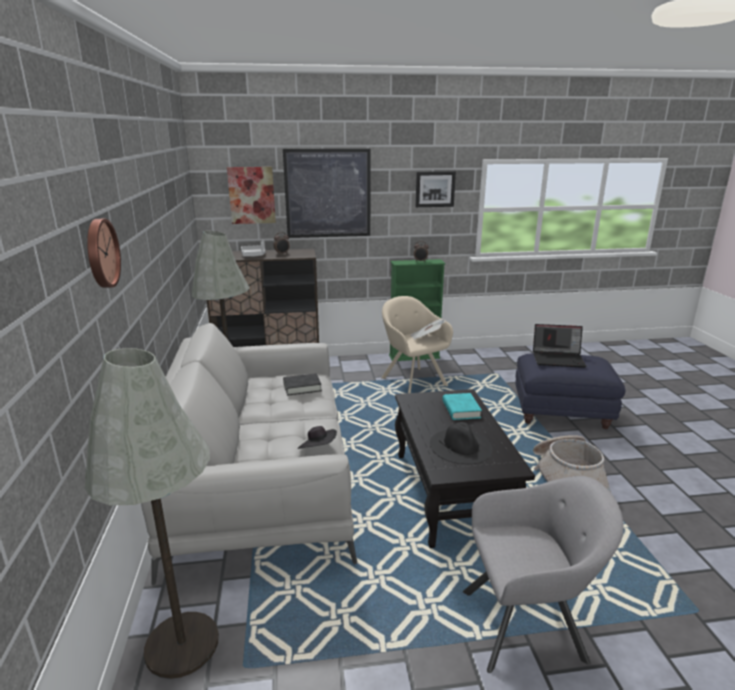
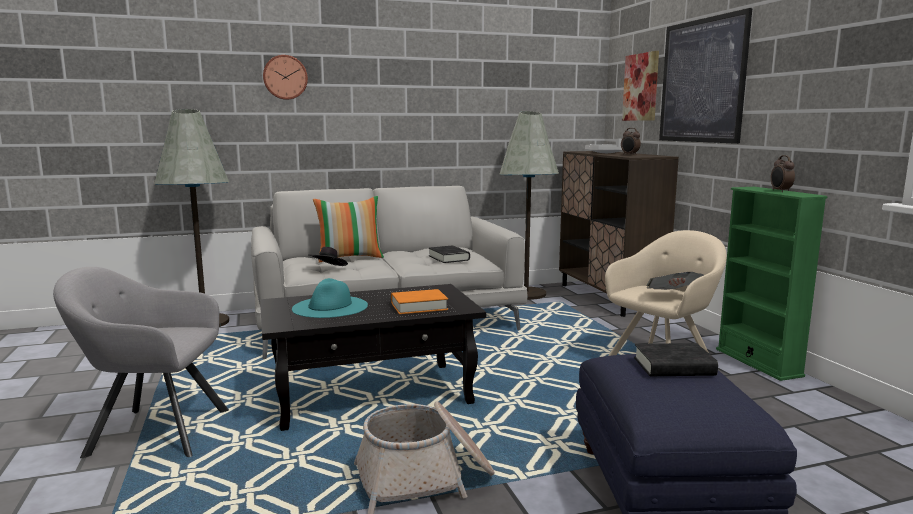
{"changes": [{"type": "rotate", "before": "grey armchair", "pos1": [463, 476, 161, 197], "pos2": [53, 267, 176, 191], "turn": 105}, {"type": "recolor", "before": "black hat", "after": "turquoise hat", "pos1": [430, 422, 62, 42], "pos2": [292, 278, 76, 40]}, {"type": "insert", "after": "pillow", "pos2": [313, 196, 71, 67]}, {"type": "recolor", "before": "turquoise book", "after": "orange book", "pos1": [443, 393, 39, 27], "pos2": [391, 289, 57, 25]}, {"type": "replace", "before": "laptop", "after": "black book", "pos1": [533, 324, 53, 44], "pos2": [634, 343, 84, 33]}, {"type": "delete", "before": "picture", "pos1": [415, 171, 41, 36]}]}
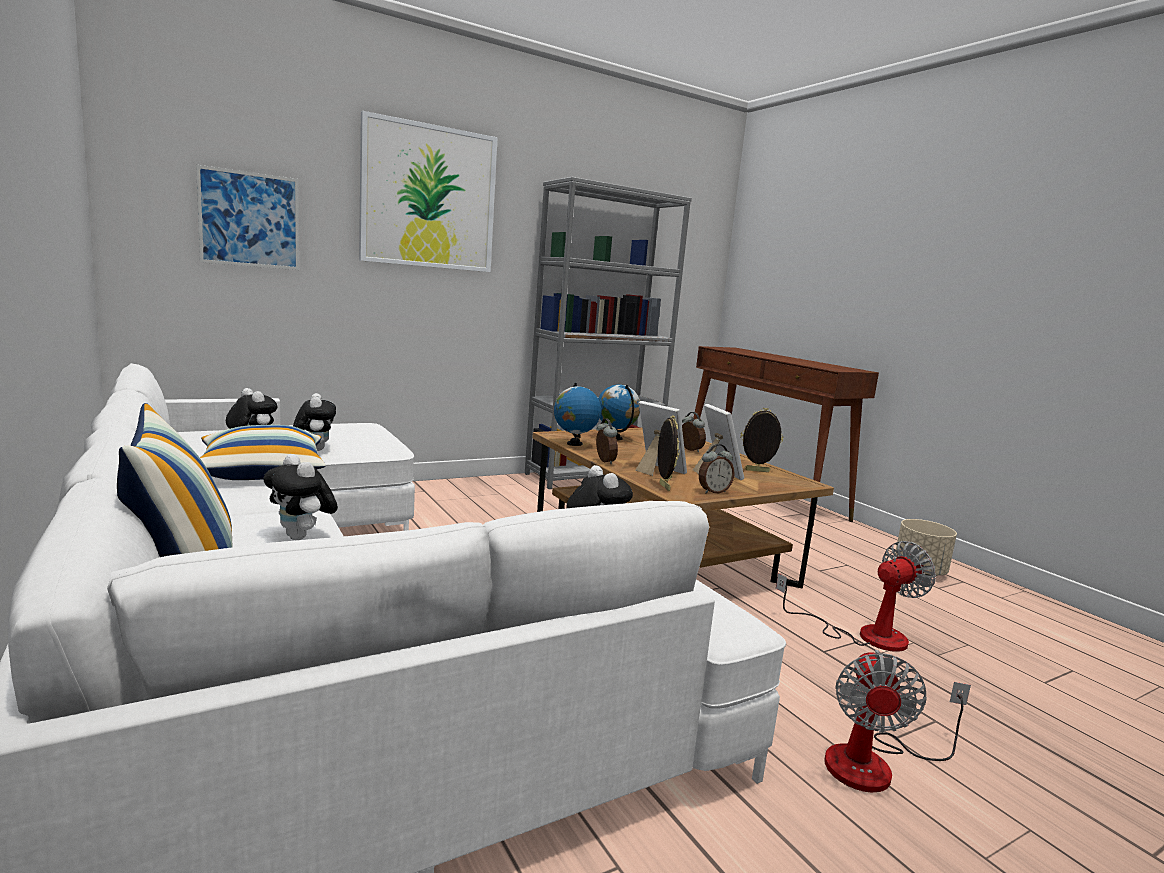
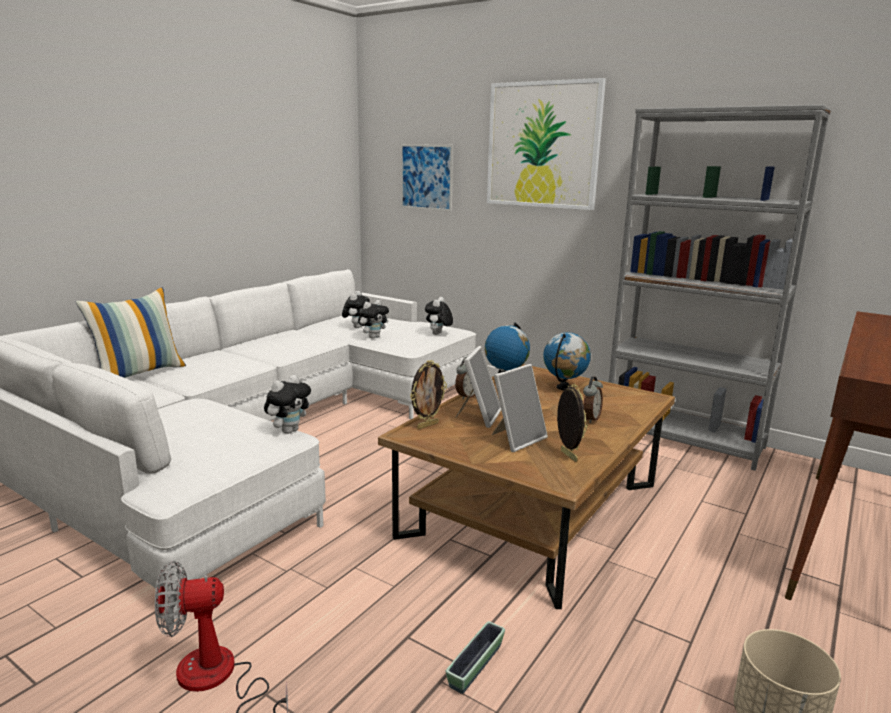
{"changes": [{"type": "move", "before": "plush toy", "pos1": [263, 454, 75, 86], "pos2": [425, 297, 28, 38]}, {"type": "replace", "before": "fan", "after": "planter", "pos1": [776, 541, 160, 111], "pos2": [446, 621, 59, 73]}, {"type": "delete", "before": "pillow", "pos1": [200, 425, 126, 55]}, {"type": "delete", "before": "alarm clock", "pos1": [699, 444, 36, 50]}]}
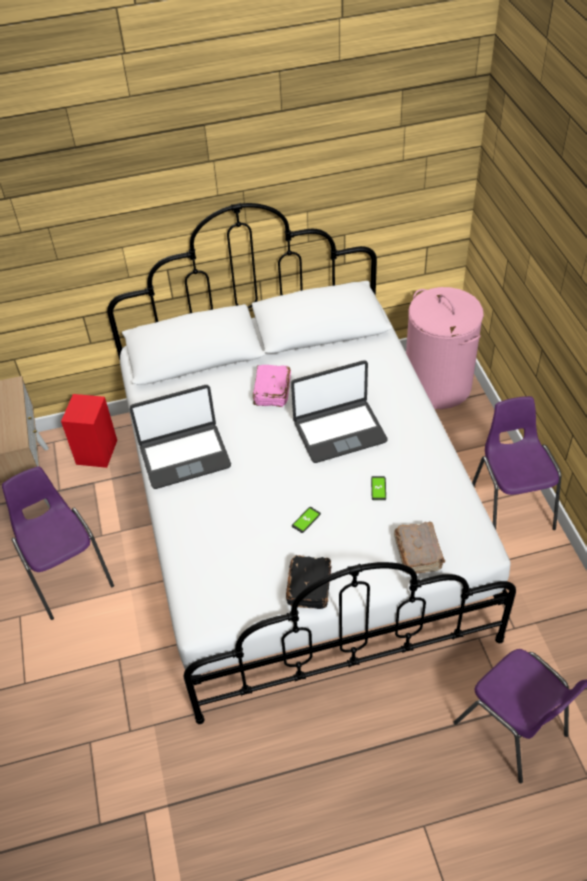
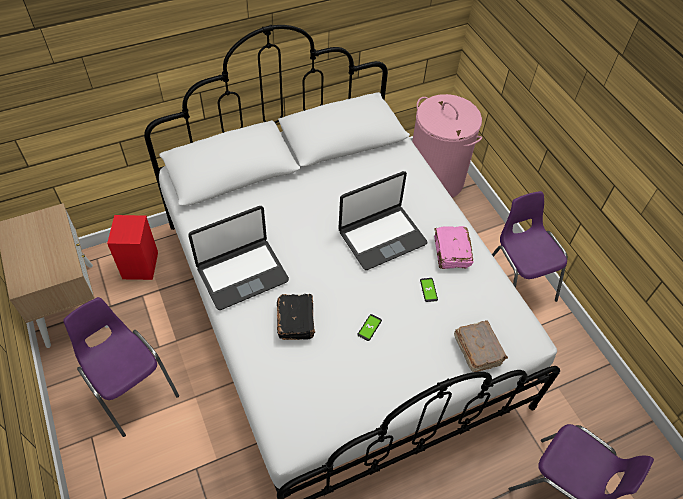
{"changes": [{"type": "move", "before": "black book", "pos1": [286, 555, 45, 54], "pos2": [277, 294, 38, 46]}, {"type": "move", "before": "pink book", "pos1": [253, 365, 38, 42], "pos2": [434, 226, 39, 43]}]}
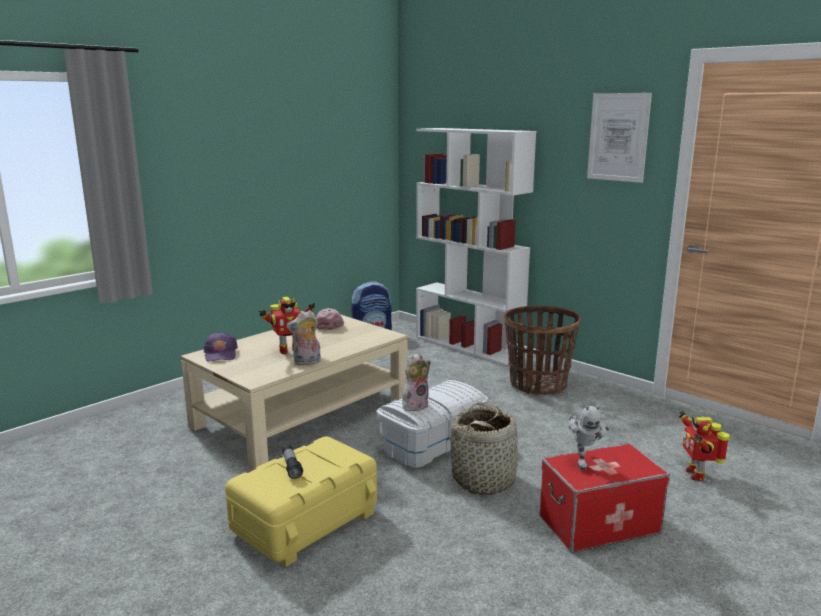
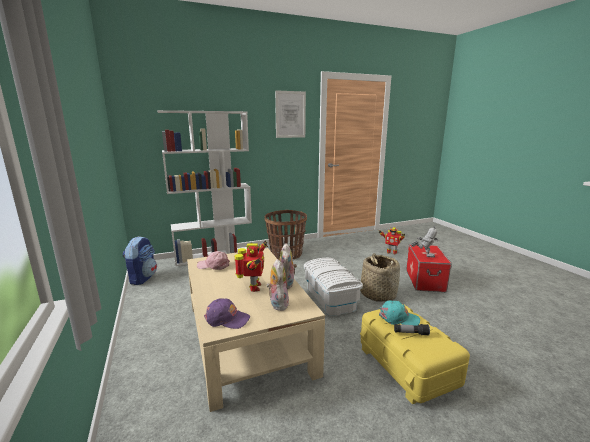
{"changes": [{"type": "move", "before": "plush toy", "pos1": [402, 353, 29, 58], "pos2": [267, 259, 22, 52]}, {"type": "insert", "after": "turquoise cap", "pos2": [379, 300, 41, 26]}]}
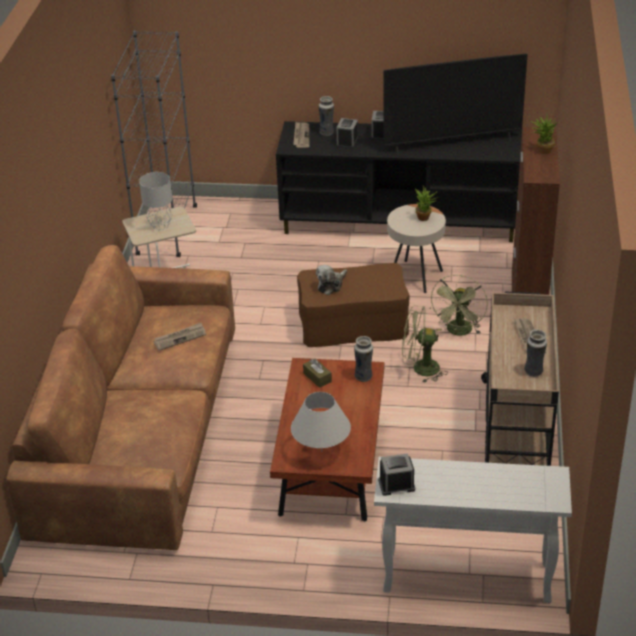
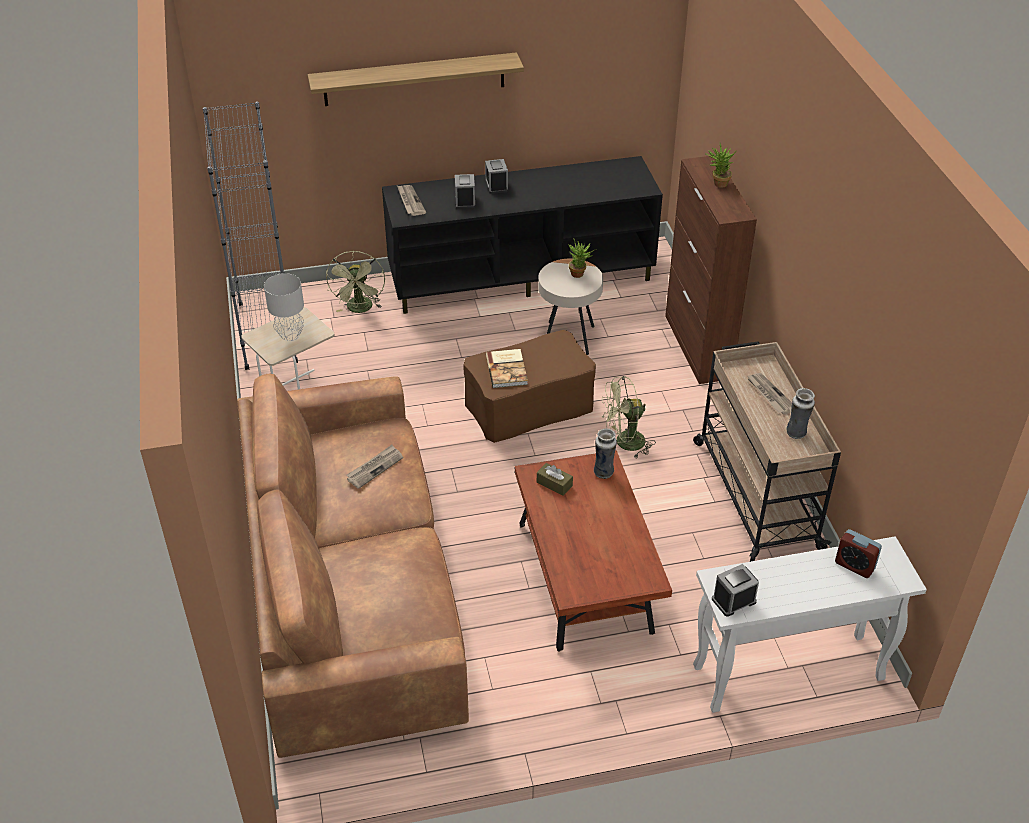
{"changes": [{"type": "insert", "after": "shelf", "pos2": [308, 52, 216, 54]}, {"type": "move", "before": "green fan", "pos1": [430, 275, 58, 60], "pos2": [326, 251, 59, 62]}, {"type": "replace", "before": "plush toy", "after": "book", "pos1": [316, 265, 31, 30], "pos2": [486, 349, 42, 39]}, {"type": "insert", "after": "alarm clock", "pos2": [835, 529, 47, 49]}, {"type": "delete", "before": "white table lamp", "pos1": [291, 392, 60, 60]}, {"type": "delete", "before": "vase", "pos1": [319, 96, 15, 40]}, {"type": "delete", "before": "television", "pos1": [384, 54, 144, 101]}]}
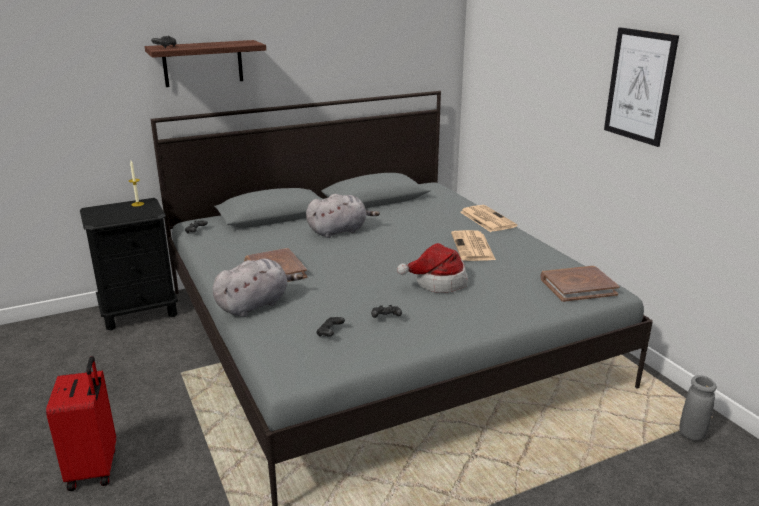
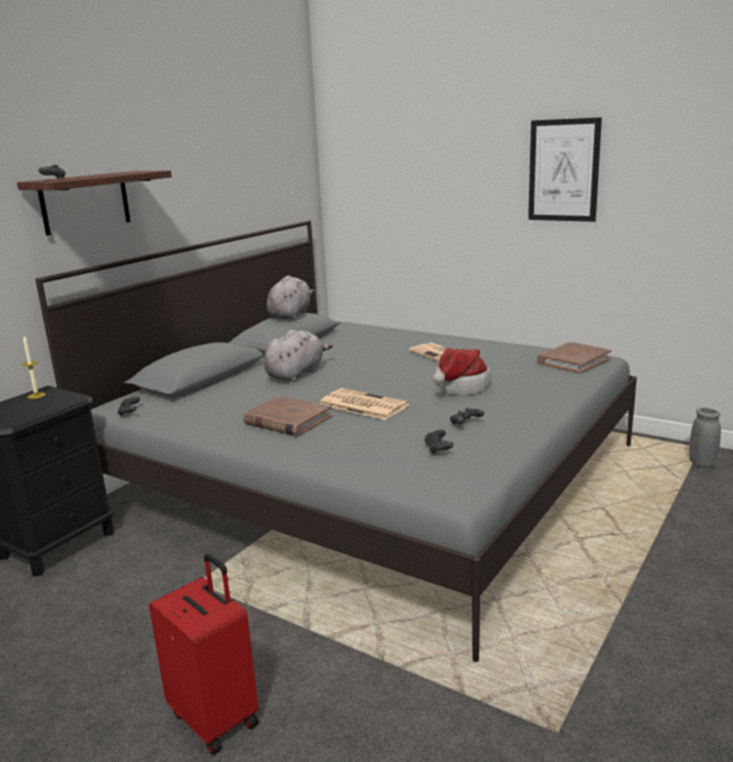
{"changes": [{"type": "move", "before": "grey plush toy", "pos1": [213, 258, 90, 59], "pos2": [267, 275, 48, 45]}, {"type": "move", "before": "newspaper", "pos1": [460, 205, 58, 27], "pos2": [320, 388, 89, 32]}]}
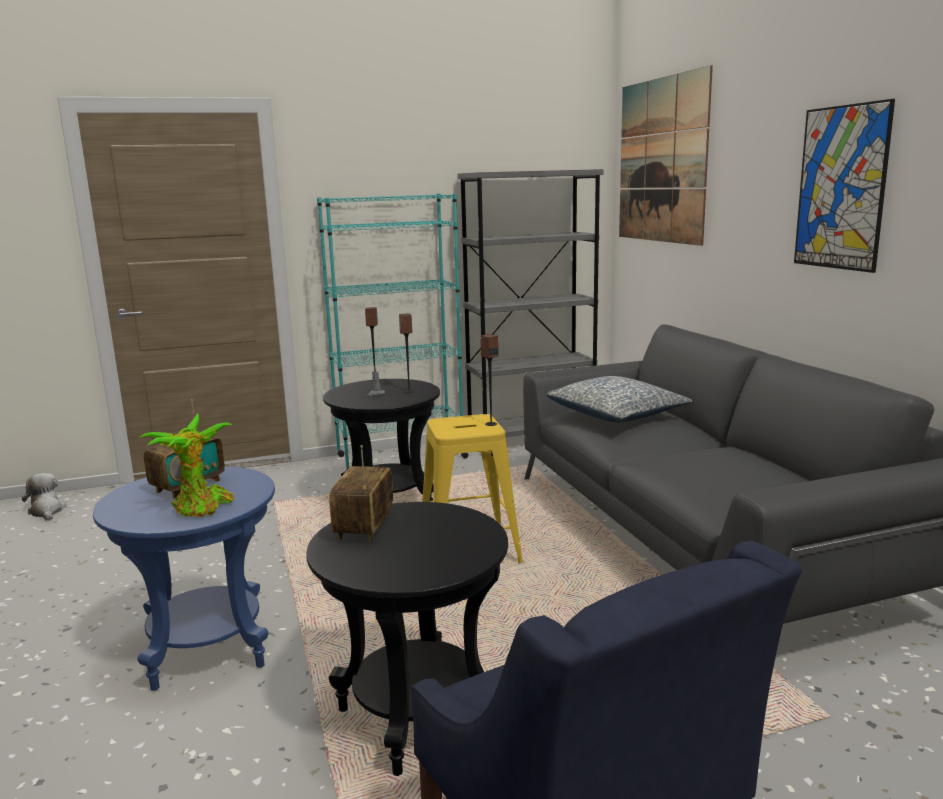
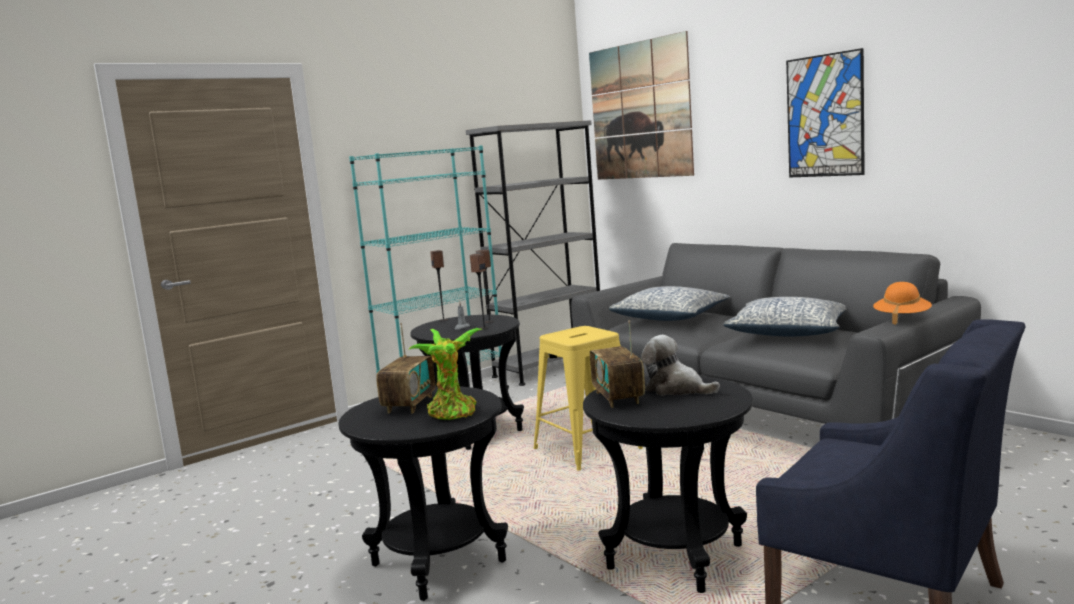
{"changes": [{"type": "recolor", "before": "blue side table", "after": "black side table", "pos1": [93, 466, 182, 225], "pos2": [338, 387, 170, 214]}, {"type": "move", "before": "speaker", "pos1": [480, 334, 18, 92], "pos2": [470, 253, 19, 77]}, {"type": "move", "before": "plush toy", "pos1": [22, 473, 44, 48], "pos2": [641, 335, 79, 60]}, {"type": "insert", "after": "pillow", "pos2": [723, 297, 124, 40]}, {"type": "insert", "after": "orange hat", "pos2": [873, 282, 59, 43]}]}
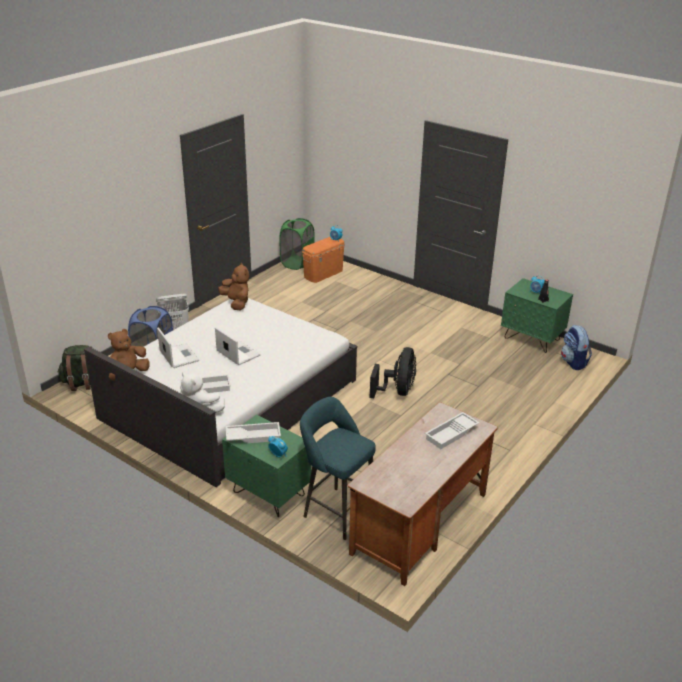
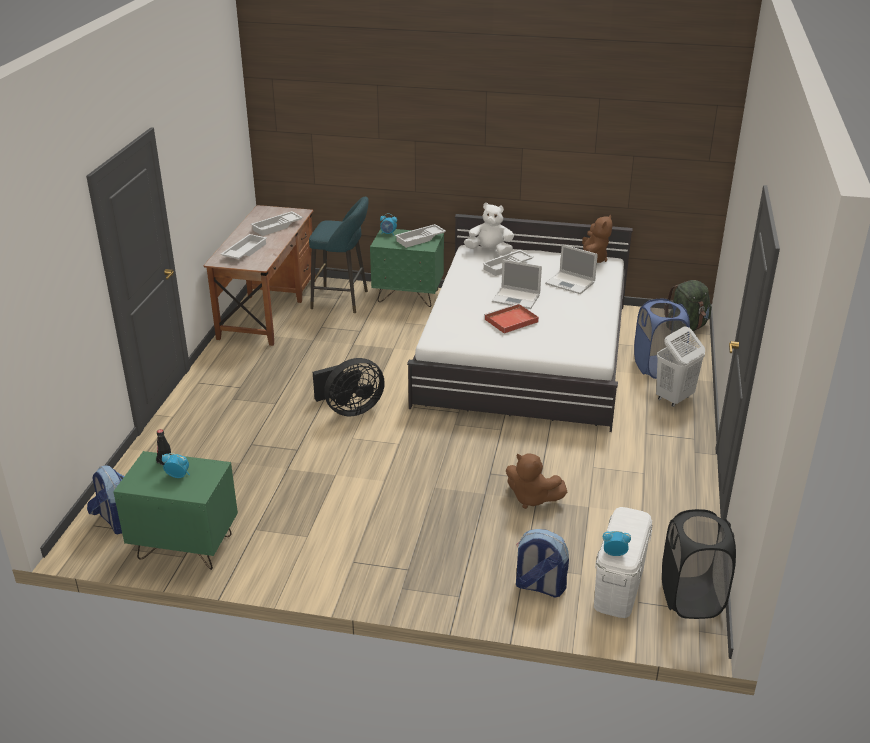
{"changes": [{"type": "insert", "after": "white tray", "pos2": [251, 211, 52, 25]}, {"type": "rotate", "before": "black fan", "pos1": [370, 347, 46, 51], "pos2": [313, 358, 72, 58], "turn": -105}, {"type": "insert", "after": "red tray", "pos2": [484, 304, 55, 30]}, {"type": "move", "before": "brown plush toy", "pos1": [218, 263, 31, 47], "pos2": [506, 454, 61, 55]}, {"type": "insert", "after": "backpack", "pos2": [516, 529, 53, 68]}, {"type": "recolor", "before": "orange storage box", "after": "white storage box", "pos1": [302, 237, 43, 46], "pos2": [594, 507, 58, 111]}, {"type": "recolor", "before": "green laundry basket", "after": "black laundry basket", "pos1": [279, 218, 36, 52], "pos2": [662, 509, 74, 110]}]}
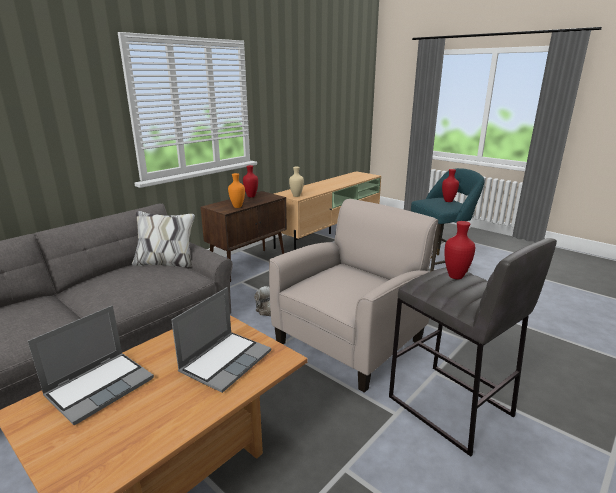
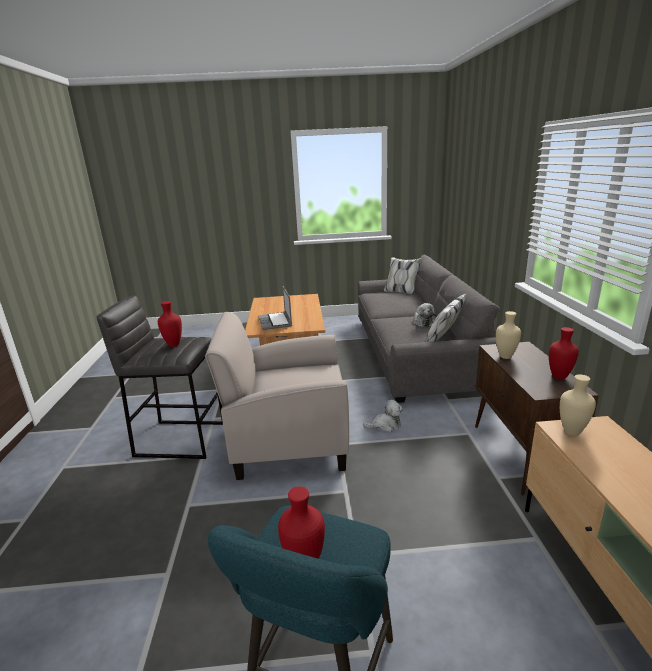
{"changes": [{"type": "rotate", "before": "beige armchair", "pos1": [269, 199, 169, 194], "pos2": [205, 312, 144, 168], "turn": 90}, {"type": "insert", "after": "plush toy", "pos2": [413, 303, 23, 24]}, {"type": "recolor", "before": "orange vase", "after": "beige vase", "pos1": [228, 173, 17, 35], "pos2": [496, 311, 25, 48]}, {"type": "delete", "before": "laptop", "pos1": [28, 305, 126, 120]}]}
